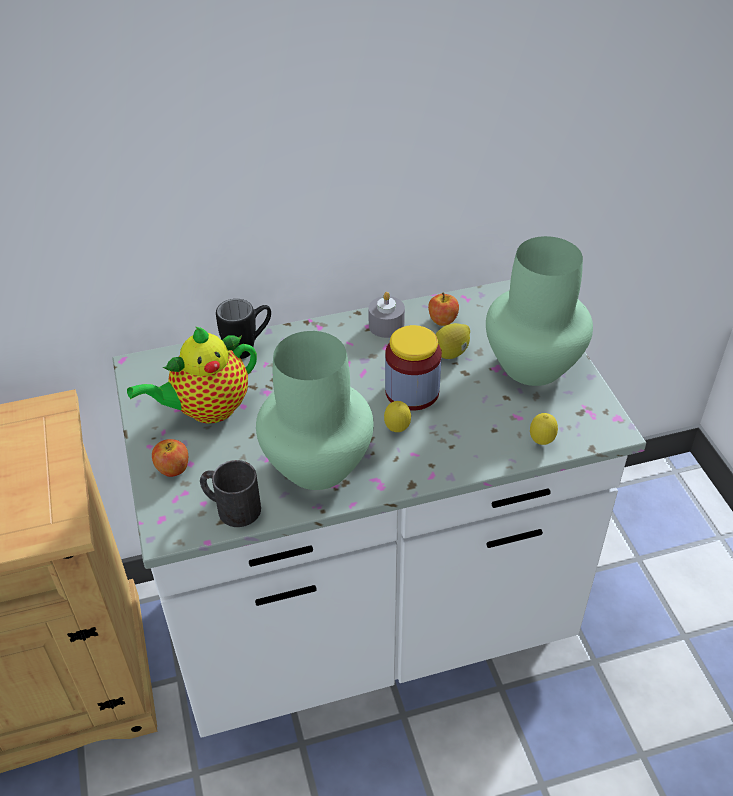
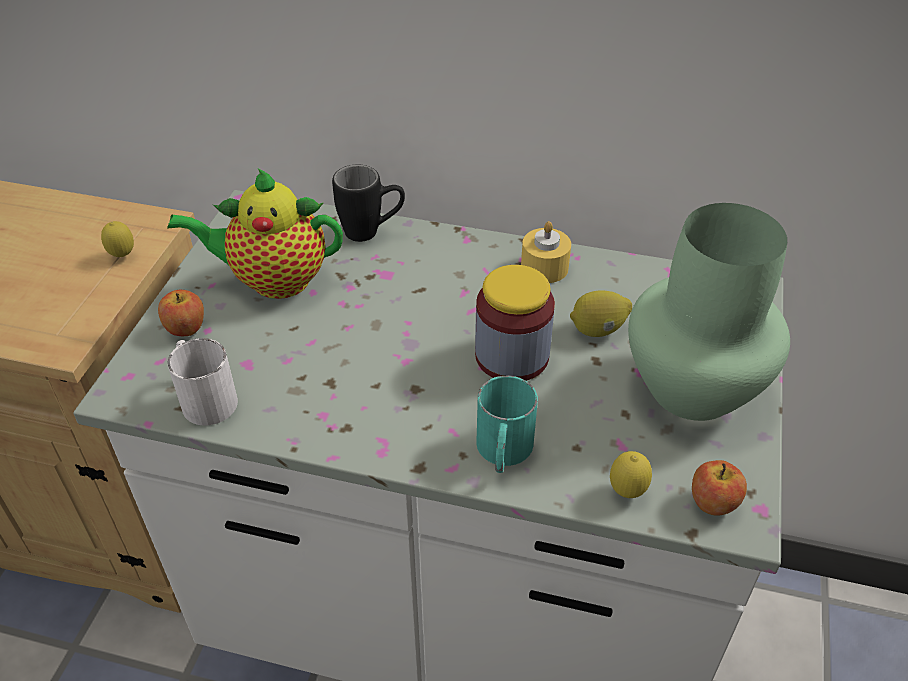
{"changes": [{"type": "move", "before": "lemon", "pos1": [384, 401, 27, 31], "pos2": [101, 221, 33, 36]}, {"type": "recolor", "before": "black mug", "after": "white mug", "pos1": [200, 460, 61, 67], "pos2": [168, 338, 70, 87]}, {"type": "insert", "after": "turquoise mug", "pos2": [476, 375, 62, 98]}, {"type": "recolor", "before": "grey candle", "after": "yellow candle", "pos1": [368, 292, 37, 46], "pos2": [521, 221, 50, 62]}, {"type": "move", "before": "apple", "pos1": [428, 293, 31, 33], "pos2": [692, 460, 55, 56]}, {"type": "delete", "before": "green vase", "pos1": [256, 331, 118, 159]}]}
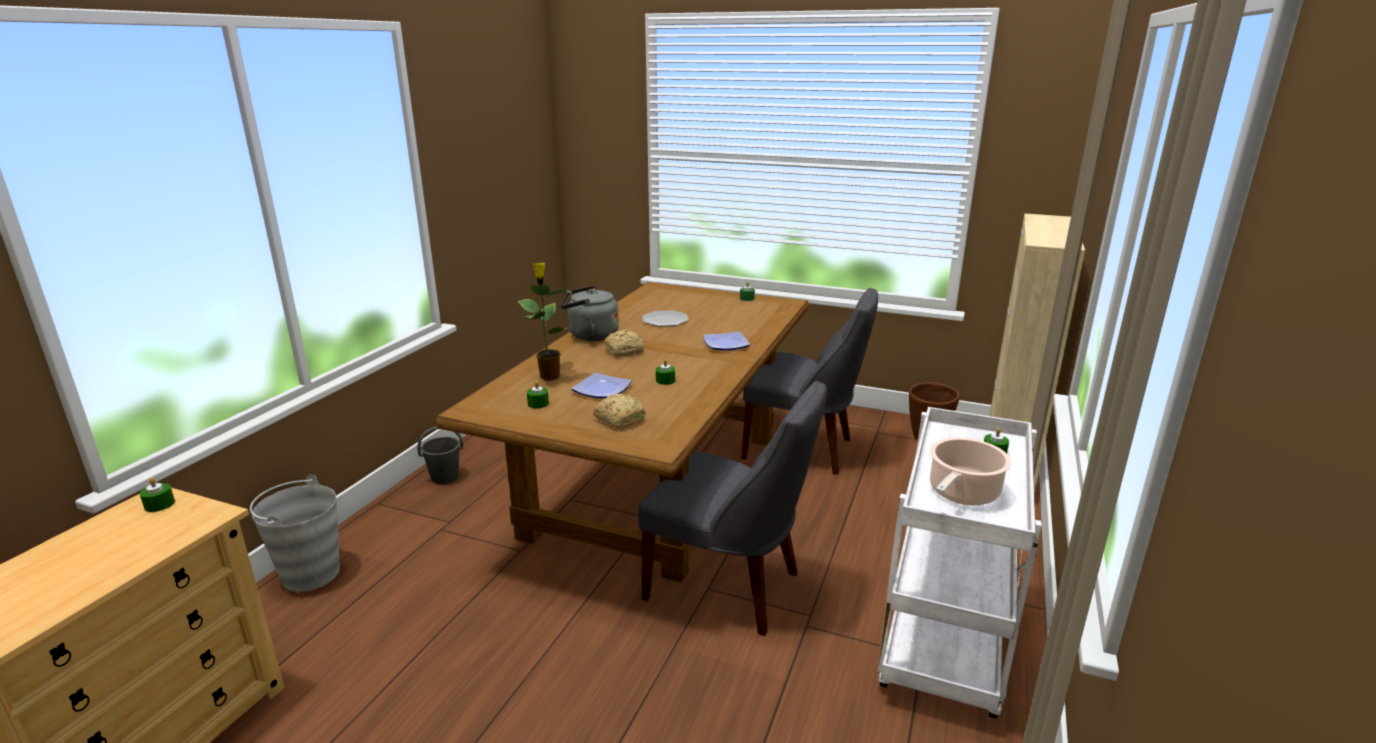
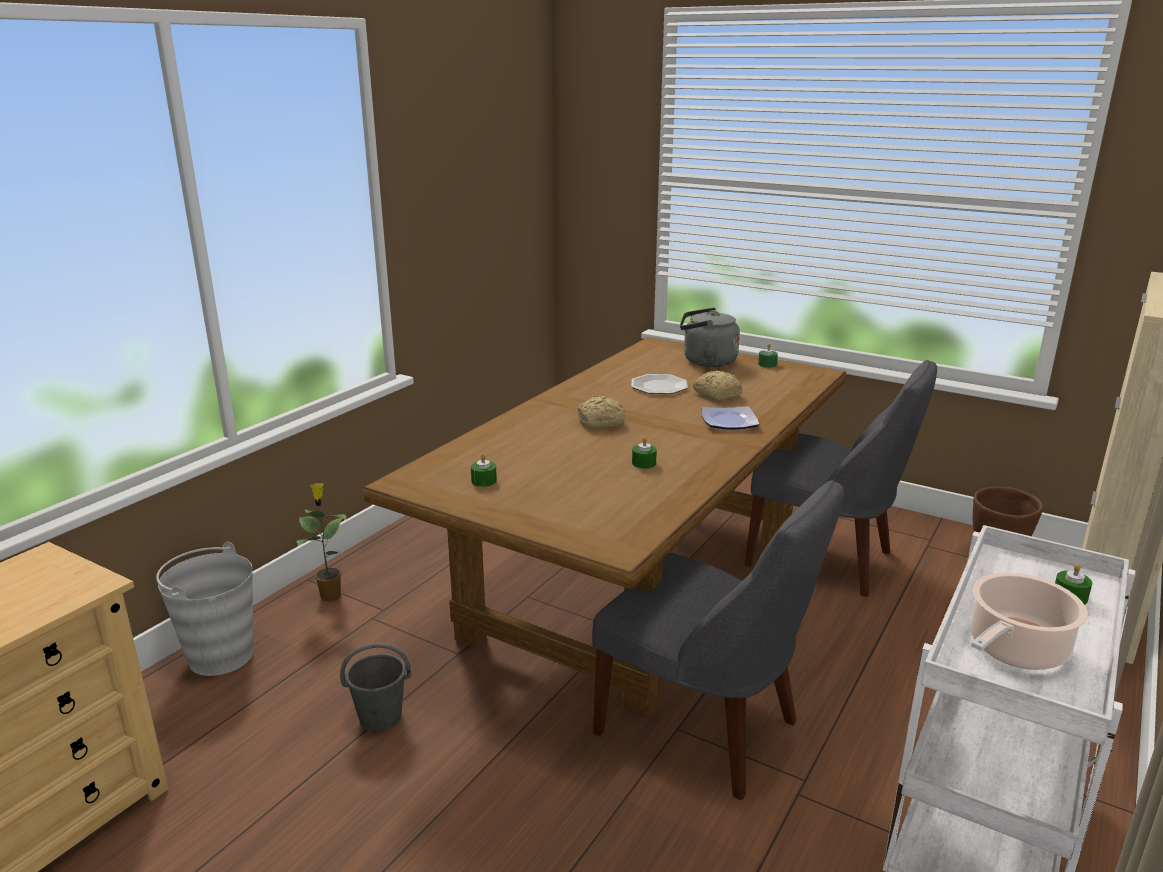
{"changes": [{"type": "move", "before": "potted plant", "pos1": [517, 262, 56, 118], "pos2": [296, 483, 51, 119]}, {"type": "move", "before": "grey bucket", "pos1": [417, 426, 47, 58], "pos2": [340, 643, 71, 89]}, {"type": "move", "before": "grey kettle", "pos1": [561, 286, 58, 55], "pos2": [680, 308, 60, 59]}, {"type": "move", "before": "bread", "pos1": [593, 394, 53, 35], "pos2": [693, 371, 49, 30]}, {"type": "delete", "before": "green candle", "pos1": [140, 478, 35, 34]}, {"type": "delete", "before": "plate", "pos1": [571, 373, 61, 25]}]}
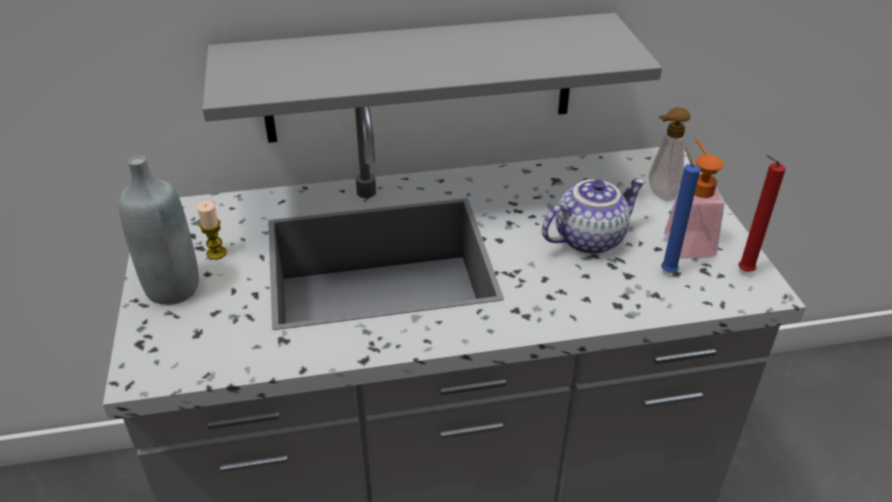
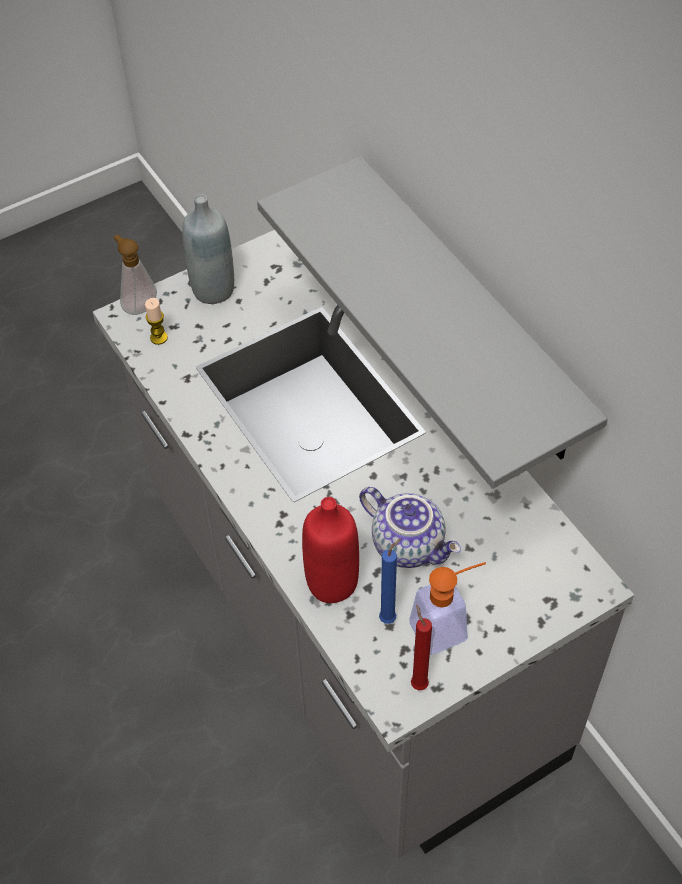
{"changes": [{"type": "move", "before": "soap dispenser", "pos1": [649, 107, 42, 94], "pos2": [114, 234, 43, 81]}, {"type": "move", "before": "candle", "pos1": [197, 200, 30, 60], "pos2": [145, 298, 23, 47]}, {"type": "insert", "after": "red bottle", "pos2": [302, 497, 57, 106]}]}
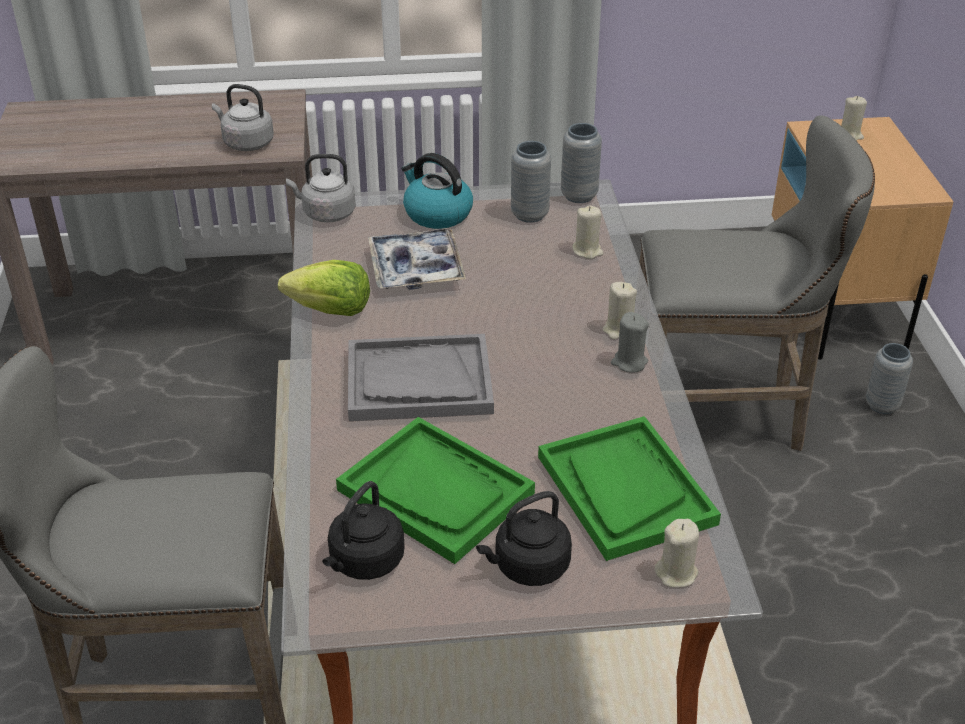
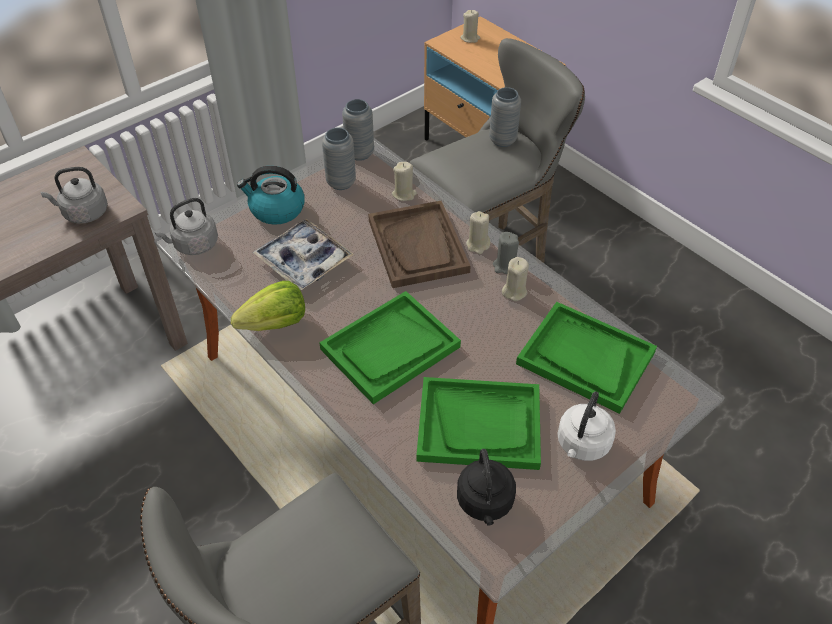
{"changes": [{"type": "recolor", "before": "grey tray", "after": "green tray", "pos1": [348, 334, 146, 87], "pos2": [320, 291, 141, 114]}, {"type": "insert", "after": "brown tray", "pos2": [368, 201, 103, 87]}, {"type": "move", "before": "grey vase", "pos1": [866, 343, 47, 71], "pos2": [489, 87, 32, 60]}, {"type": "move", "before": "beige candle", "pos1": [655, 519, 44, 68], "pos2": [502, 257, 27, 44]}, {"type": "recolor", "before": "black kettle", "after": "white kettle", "pos1": [476, 491, 96, 95], "pos2": [557, 392, 59, 69]}]}
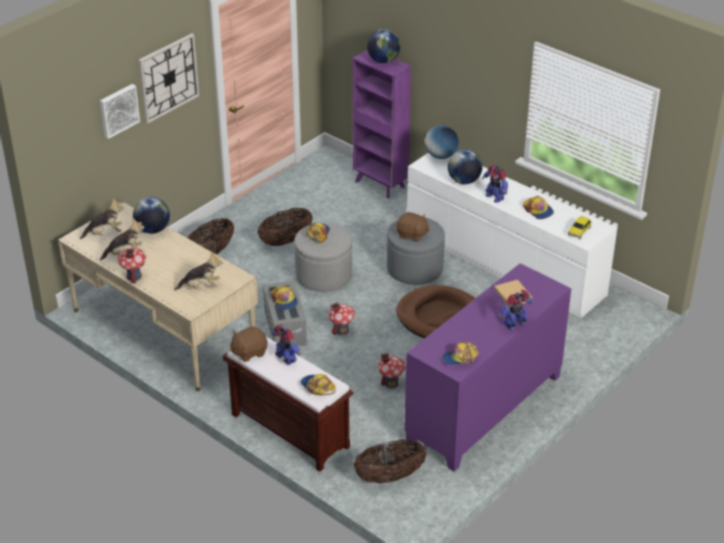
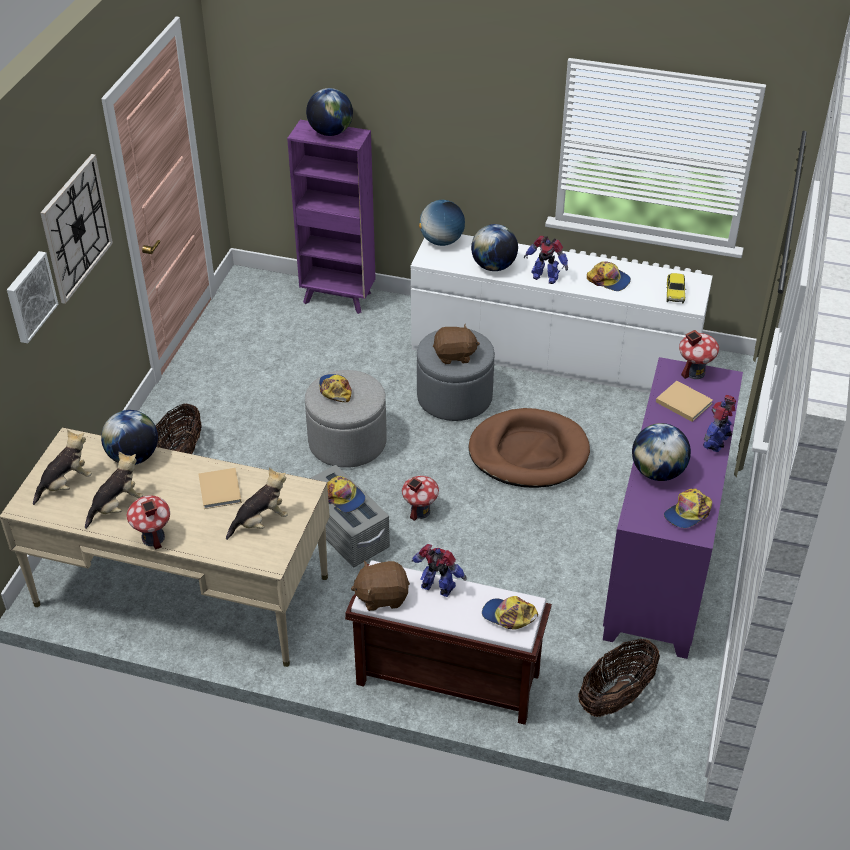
{"changes": [{"type": "insert", "after": "beige book", "pos2": [199, 468, 43, 41]}, {"type": "rotate", "before": "brown plush toy", "pos1": [230, 326, 38, 36], "pos2": [351, 561, 59, 50], "turn": 45}, {"type": "insert", "after": "globe", "pos2": [632, 423, 59, 58]}, {"type": "move", "before": "toy house", "pos1": [378, 353, 28, 36], "pos2": [679, 330, 40, 49]}, {"type": "delete", "before": "basket", "pos1": [258, 208, 55, 38]}]}
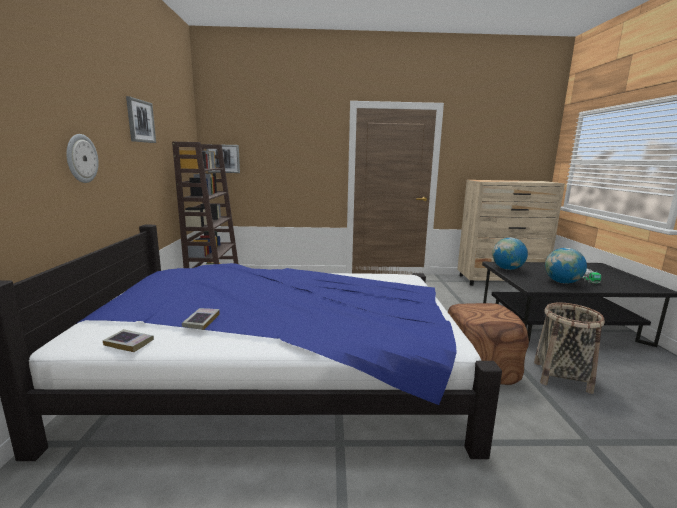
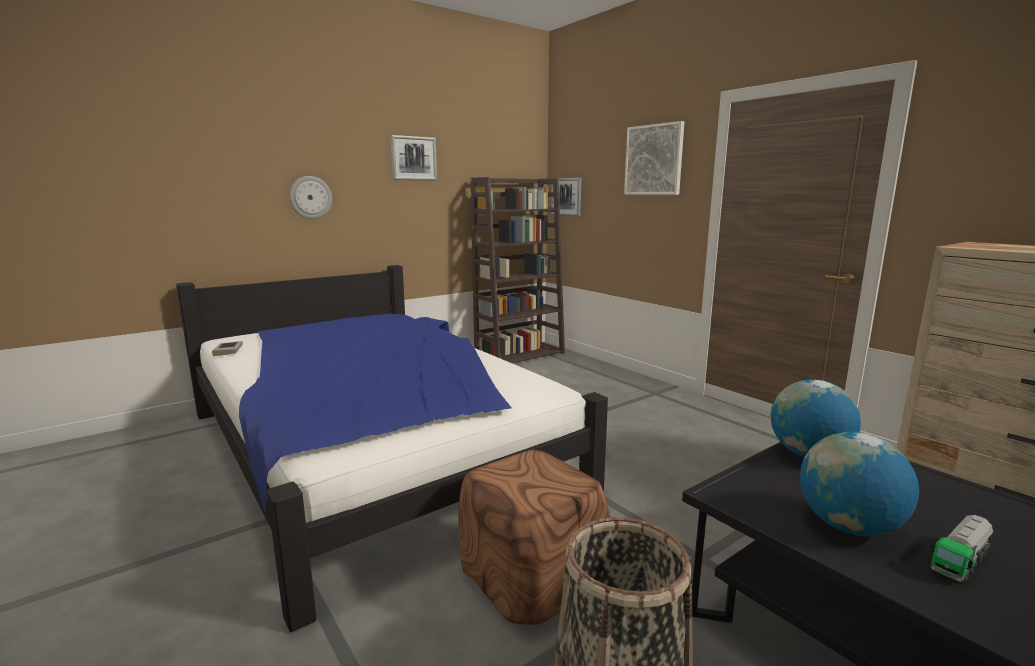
{"changes": [{"type": "insert", "after": "picture", "pos2": [624, 121, 60, 74]}, {"type": "delete", "before": "book", "pos1": [182, 308, 38, 22]}]}
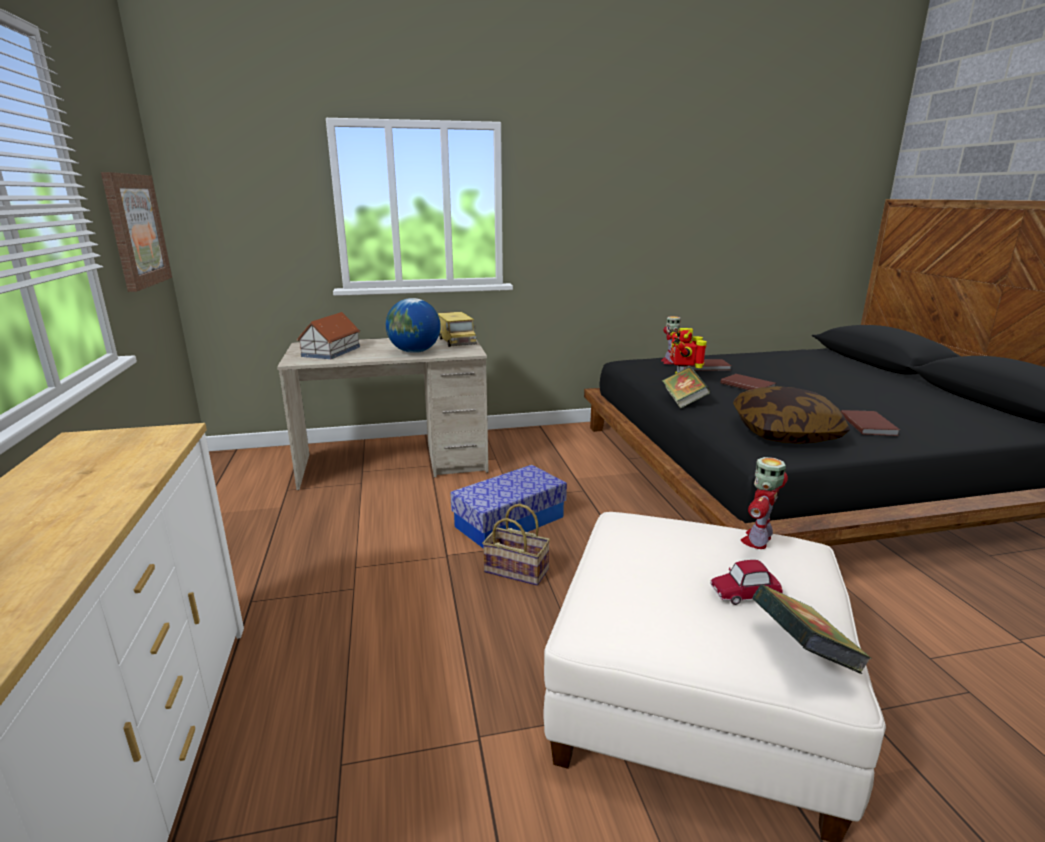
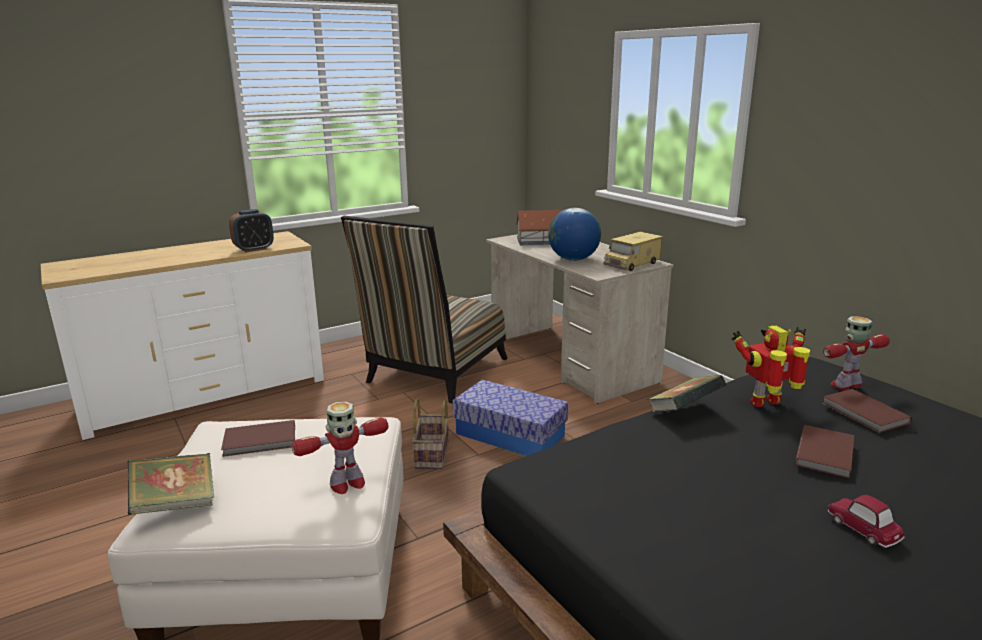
{"changes": [{"type": "move", "before": "brown book", "pos1": [841, 410, 59, 26], "pos2": [221, 420, 74, 37]}, {"type": "insert", "after": "alarm clock", "pos2": [229, 209, 45, 43]}, {"type": "rotate", "before": "toy robot", "pos1": [741, 457, 47, 92], "pos2": [292, 401, 96, 93], "turn": 135}, {"type": "insert", "after": "chair", "pos2": [341, 216, 167, 188]}, {"type": "move", "before": "toy car", "pos1": [710, 560, 73, 45], "pos2": [828, 495, 77, 53]}, {"type": "delete", "before": "picture", "pos1": [101, 172, 71, 120]}, {"type": "delete", "before": "pillow", "pos1": [733, 386, 117, 58]}]}
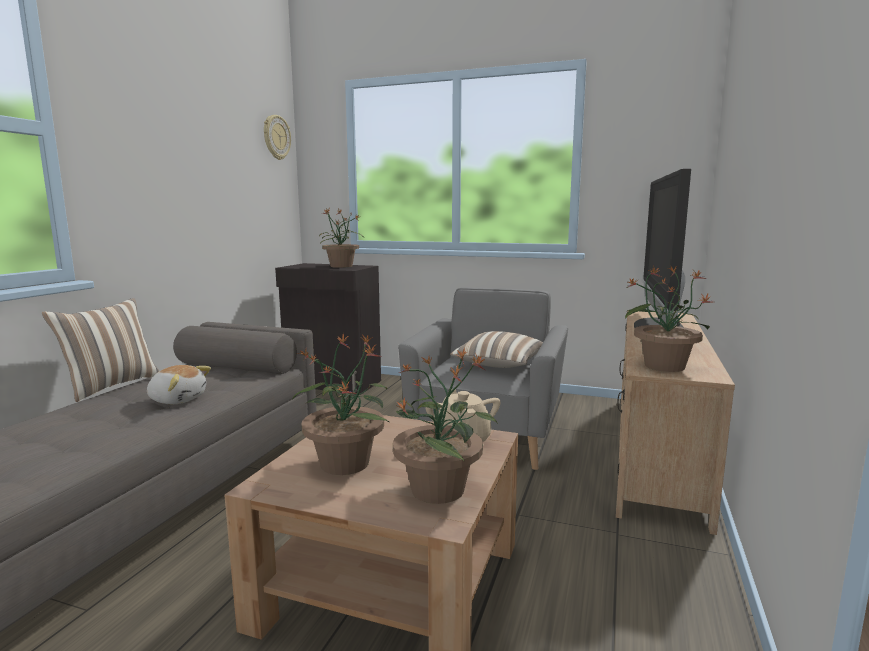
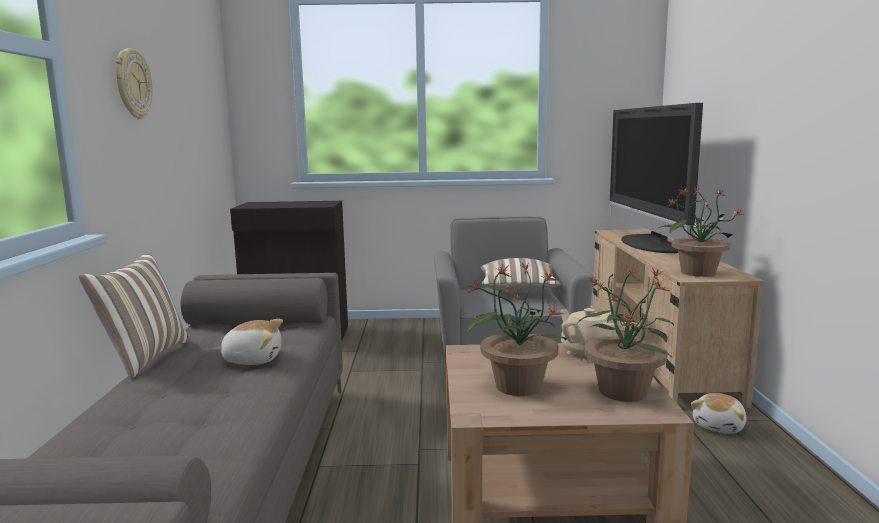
{"changes": [{"type": "move", "before": "wall clock", "pos1": [264, 115, 27, 45], "pos2": [116, 48, 37, 71]}, {"type": "insert", "after": "plush toy", "pos2": [691, 393, 56, 41]}, {"type": "delete", "before": "potted plant", "pos1": [319, 209, 43, 59]}]}
